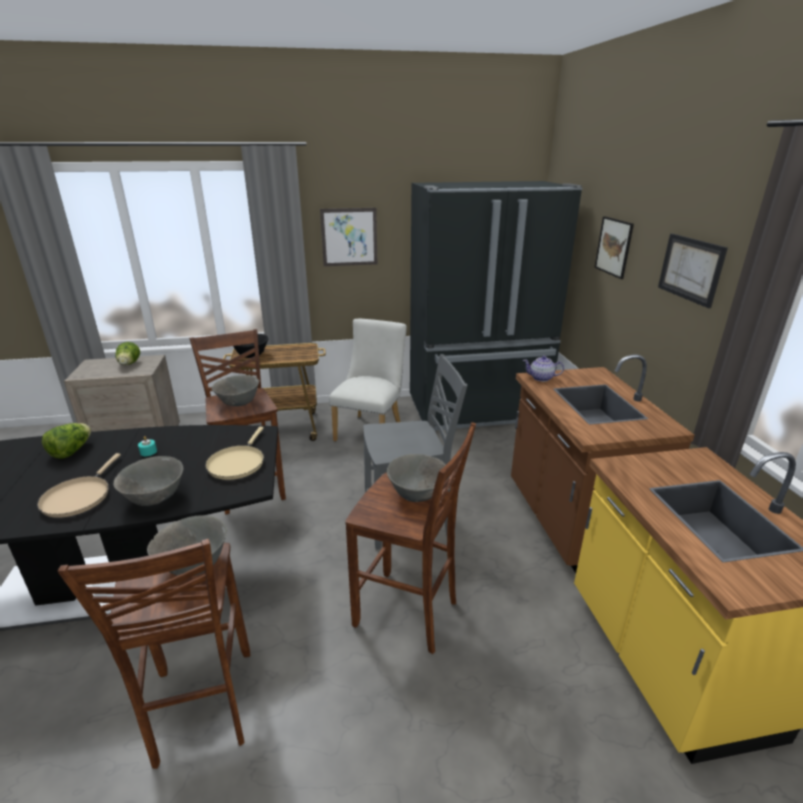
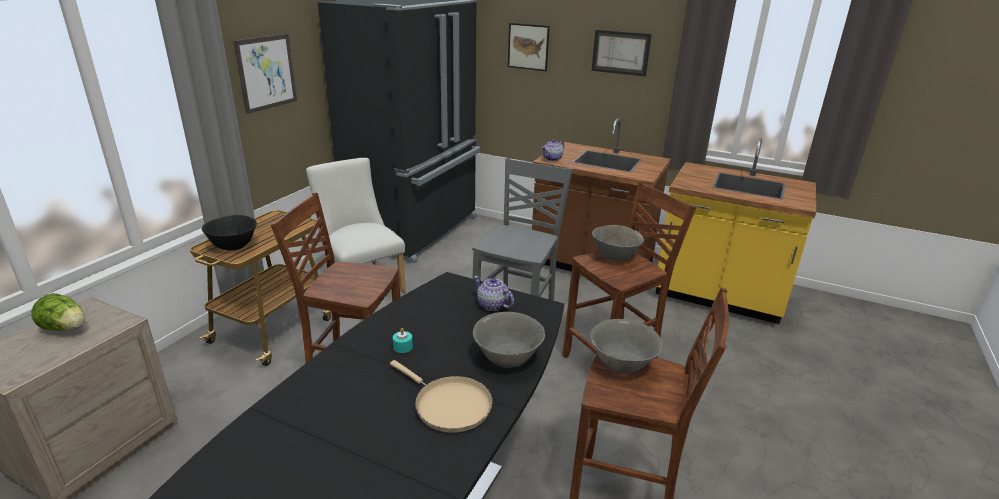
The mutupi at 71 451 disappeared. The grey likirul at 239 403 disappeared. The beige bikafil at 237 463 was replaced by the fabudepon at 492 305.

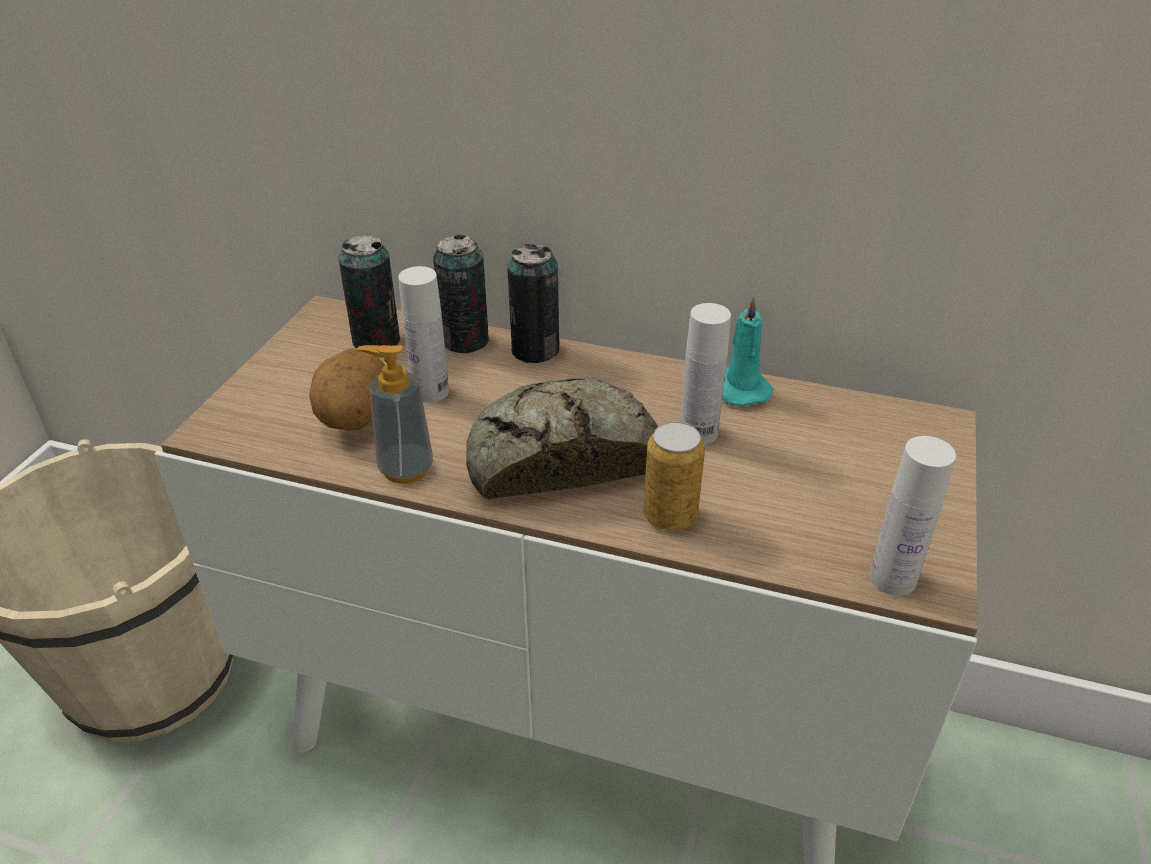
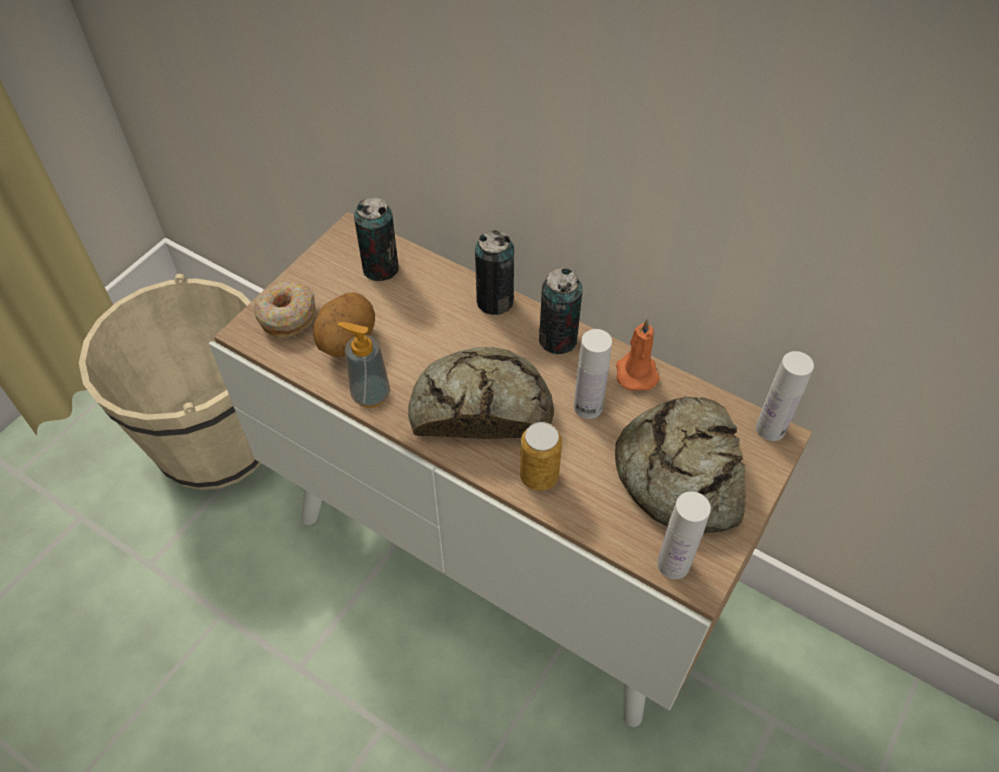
The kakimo at 287 316 appeared. The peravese at 680 473 appeared. The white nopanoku moved from 430 392 to 770 428. The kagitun moved from 465 341 to 558 340. The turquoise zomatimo at 739 389 became the orange zomatimo at 636 372.

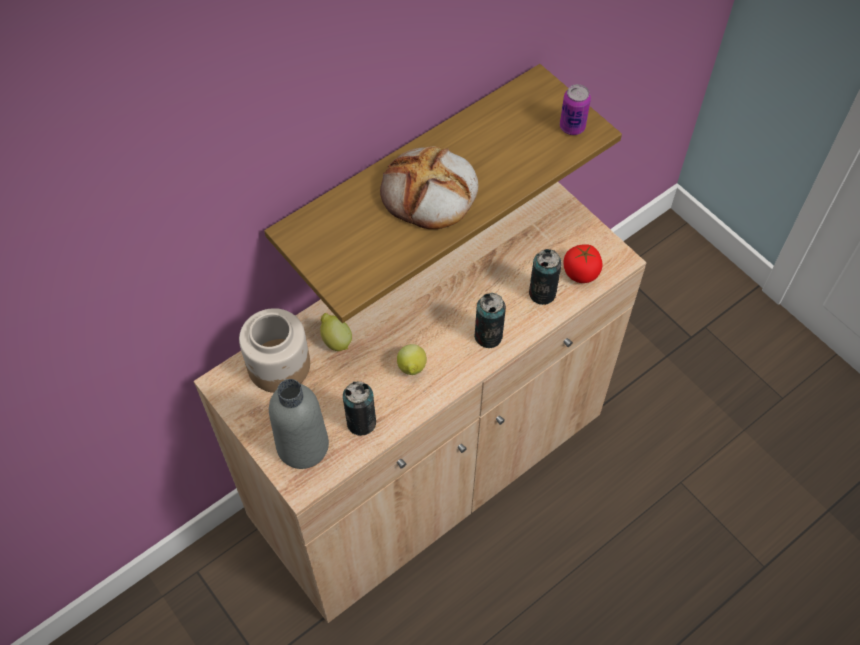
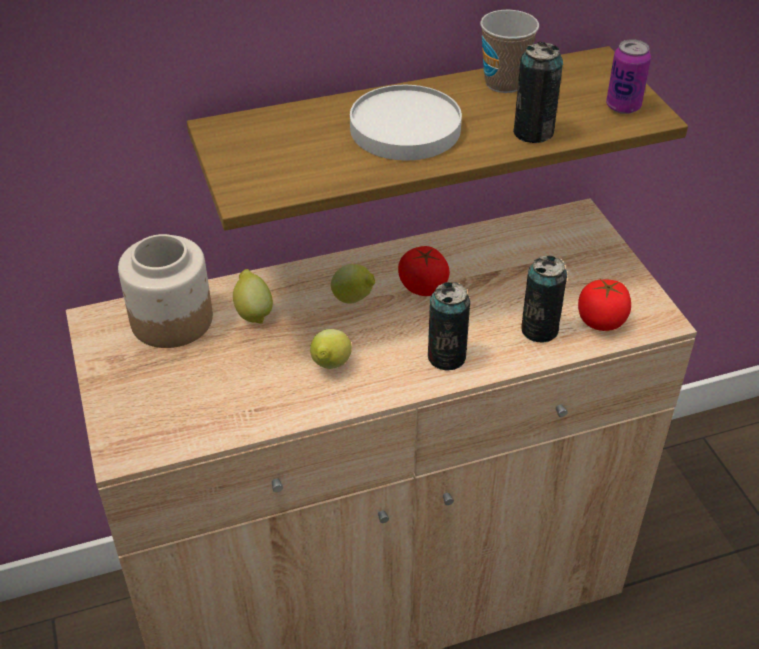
The grey nopanoku at 303 446 disappeared. The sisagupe at 354 300 appeared. The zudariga at 423 287 appeared. The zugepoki at 504 83 appeared. The kagitun moved from 361 422 to 533 132. The peravese at 430 193 was replaced by the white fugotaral at 406 129.

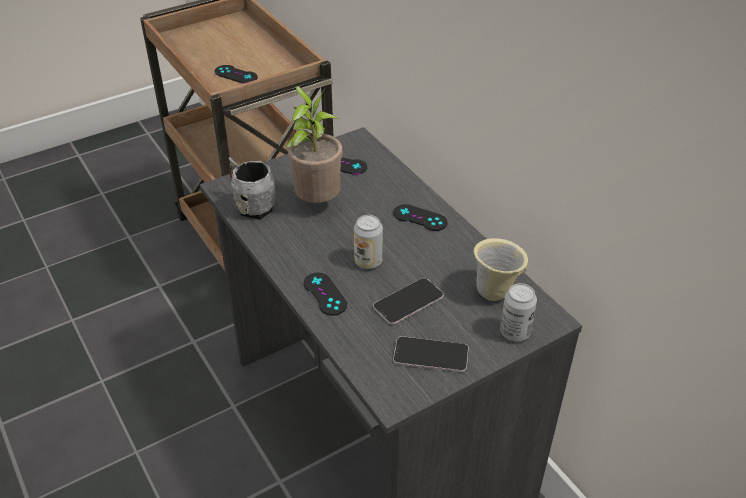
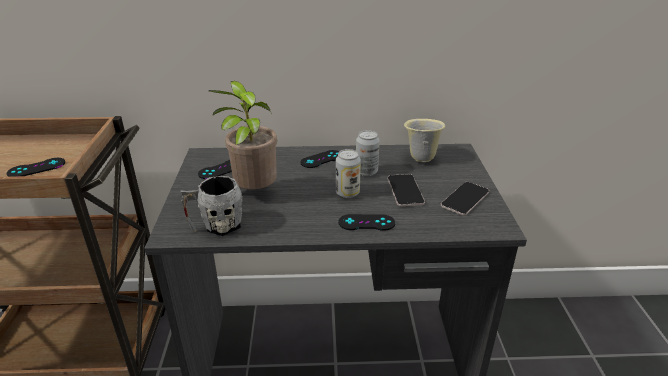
The kagitun moved from 515 332 to 366 172.

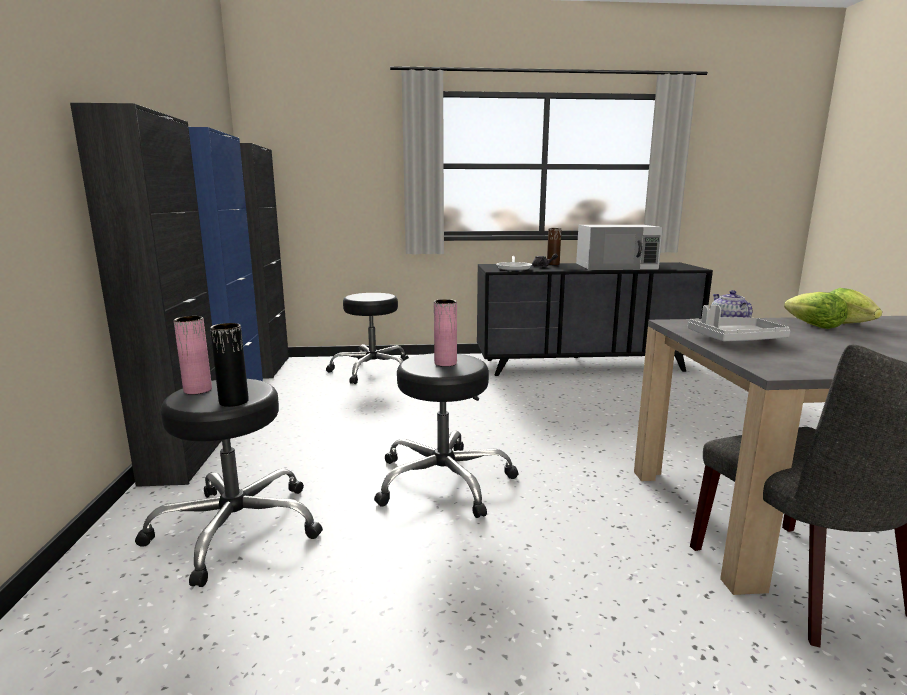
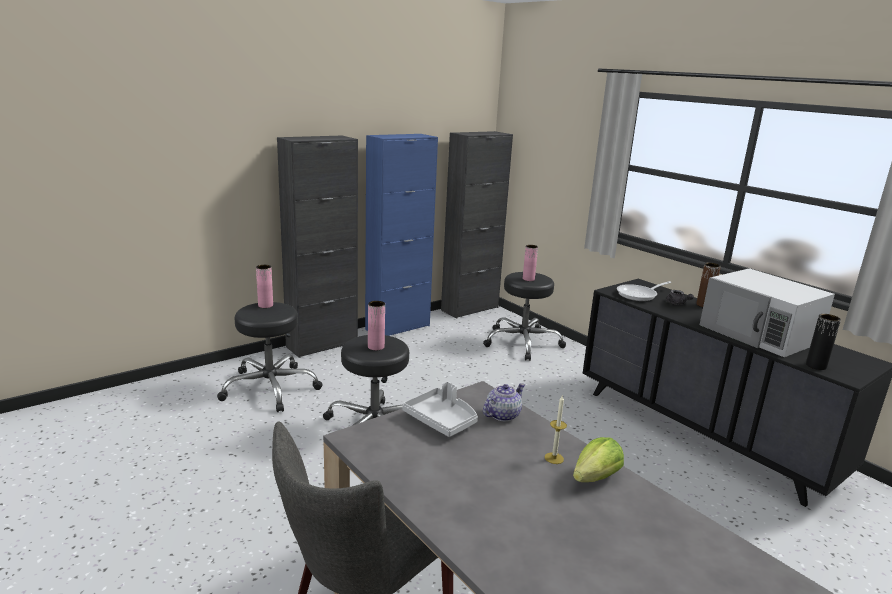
The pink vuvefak at 528 279 appeared. The black vuvefak moved from 234 401 to 816 366. The mutupi at 813 326 was replaced by the zomatimo at 554 458.

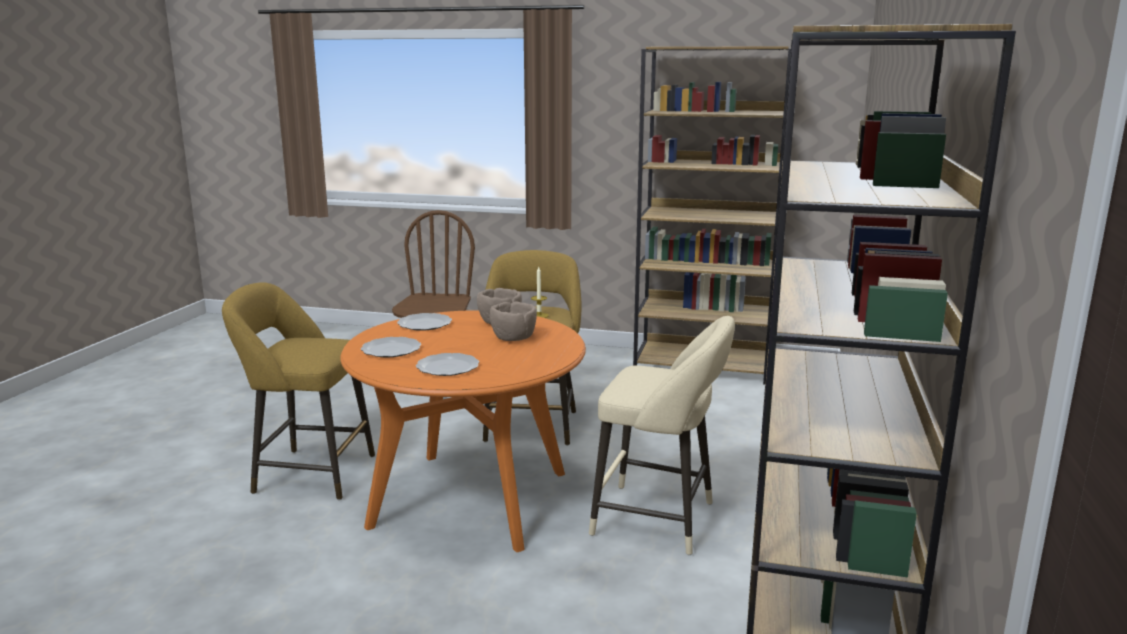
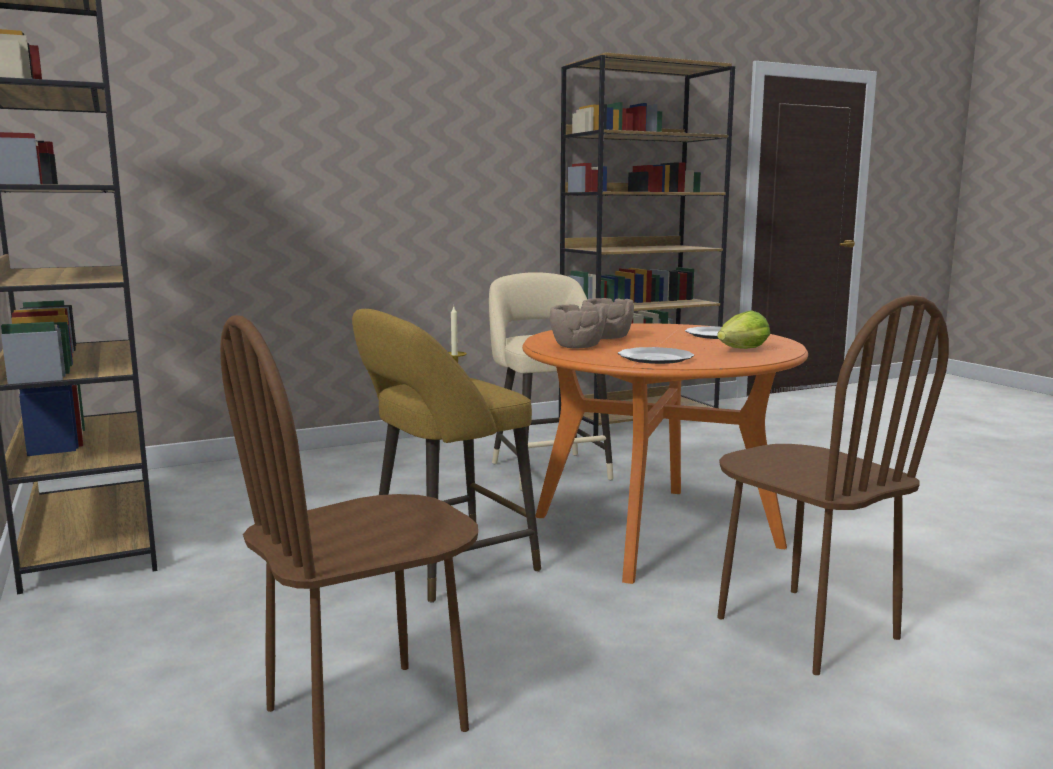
The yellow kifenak at 308 474 was replaced by the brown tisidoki at 805 628. The fugotaral at 390 350 was replaced by the mutupi at 742 350.

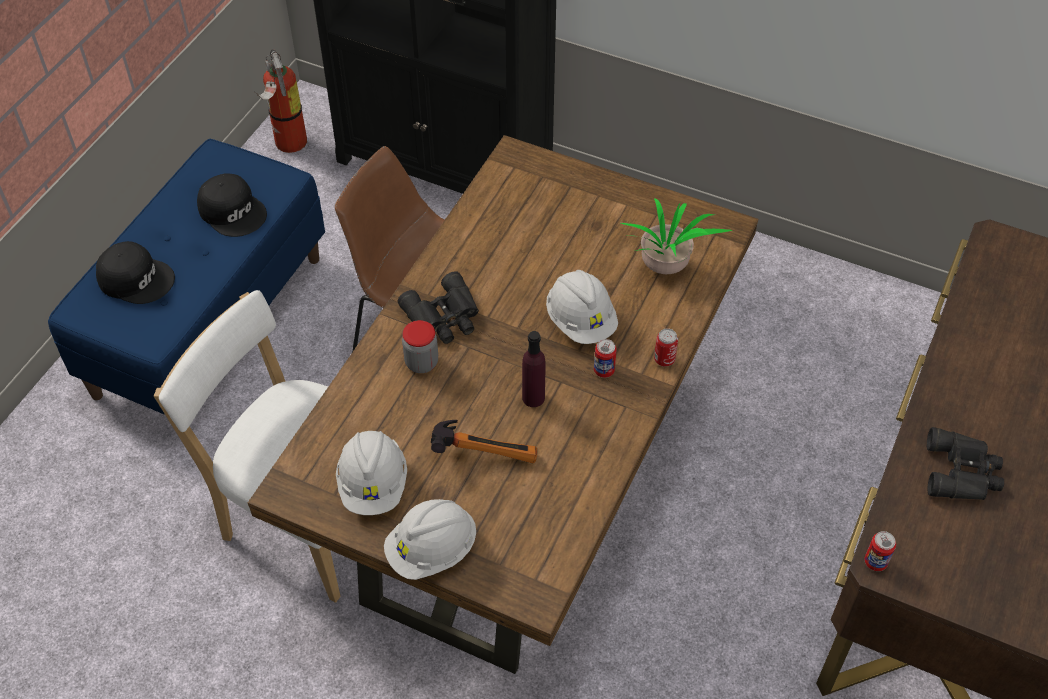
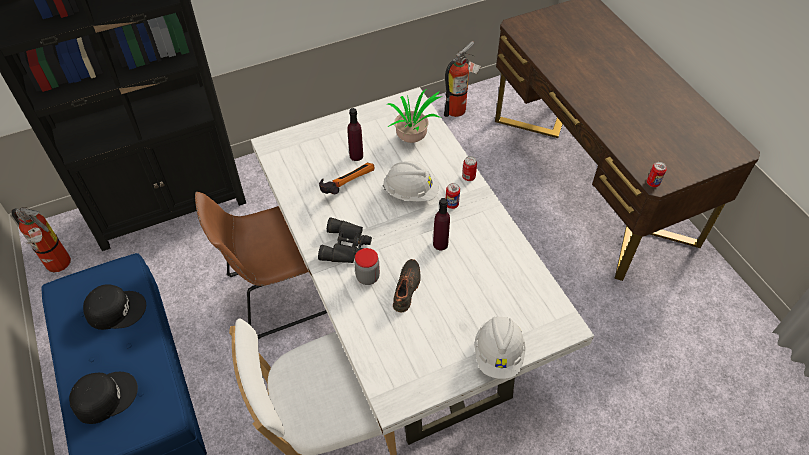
The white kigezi at 373 484 disappeared. The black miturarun at 963 472 disappeared. The purple nopanoku at 356 156 appeared. The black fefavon at 407 289 appeared. The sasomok at 459 109 appeared. The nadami moved from 484 450 to 346 183. The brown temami at 524 484 became the white temami at 405 315.

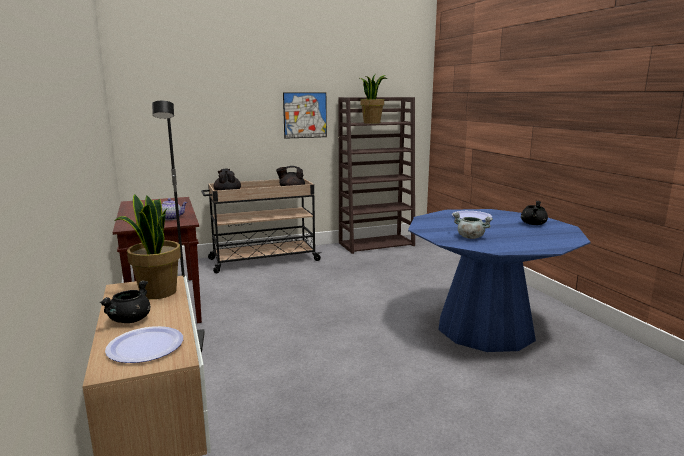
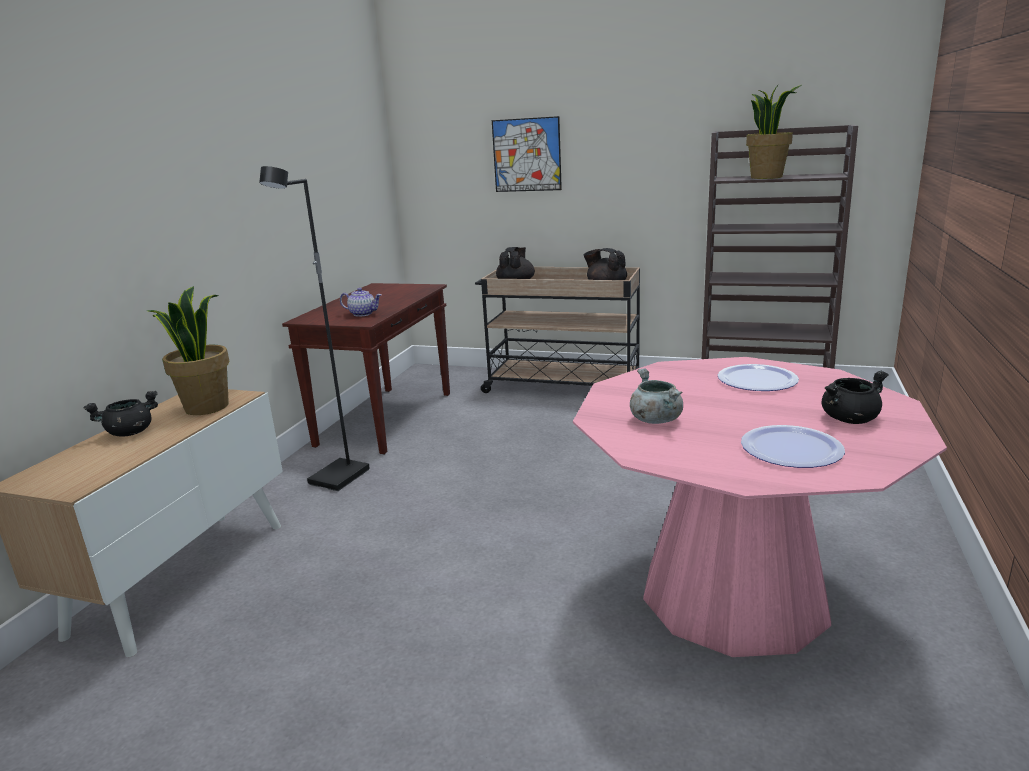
The fugotaral moved from 145 346 to 791 449. The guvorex moved from 305 115 to 526 155. The blue temami at 485 328 became the pink temami at 733 593.

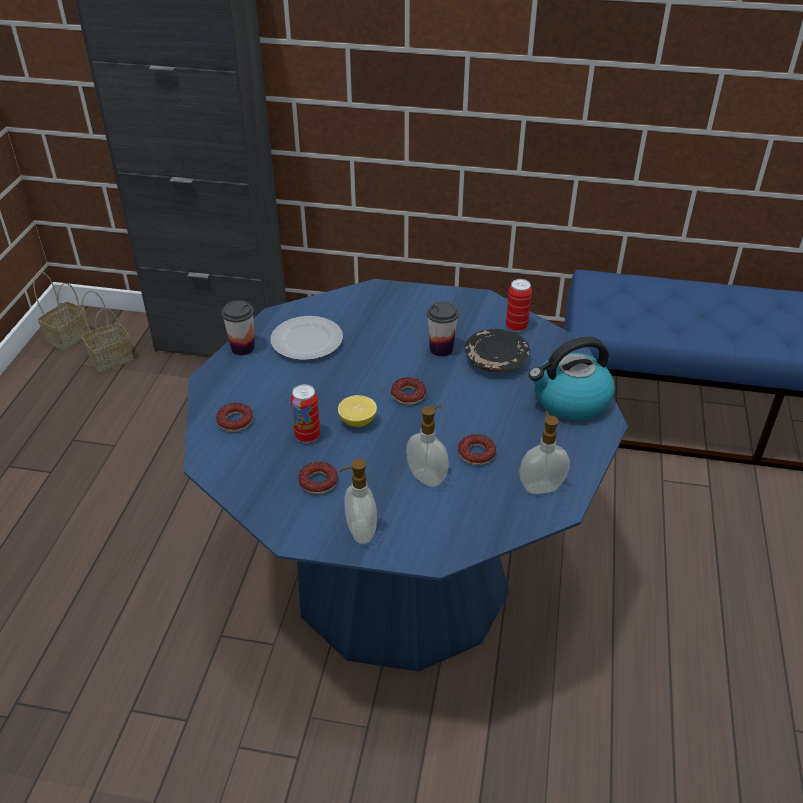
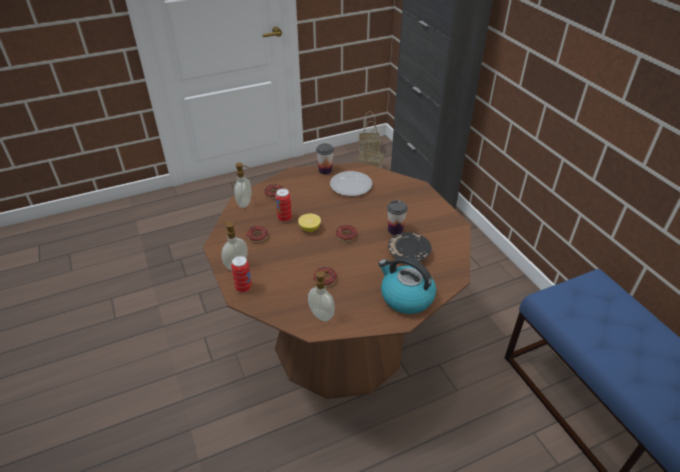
The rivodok moved from 427 477 to 245 203. The kagitun moved from 516 327 to 243 288. The blue temami at 401 577 became the brown temami at 340 342.

